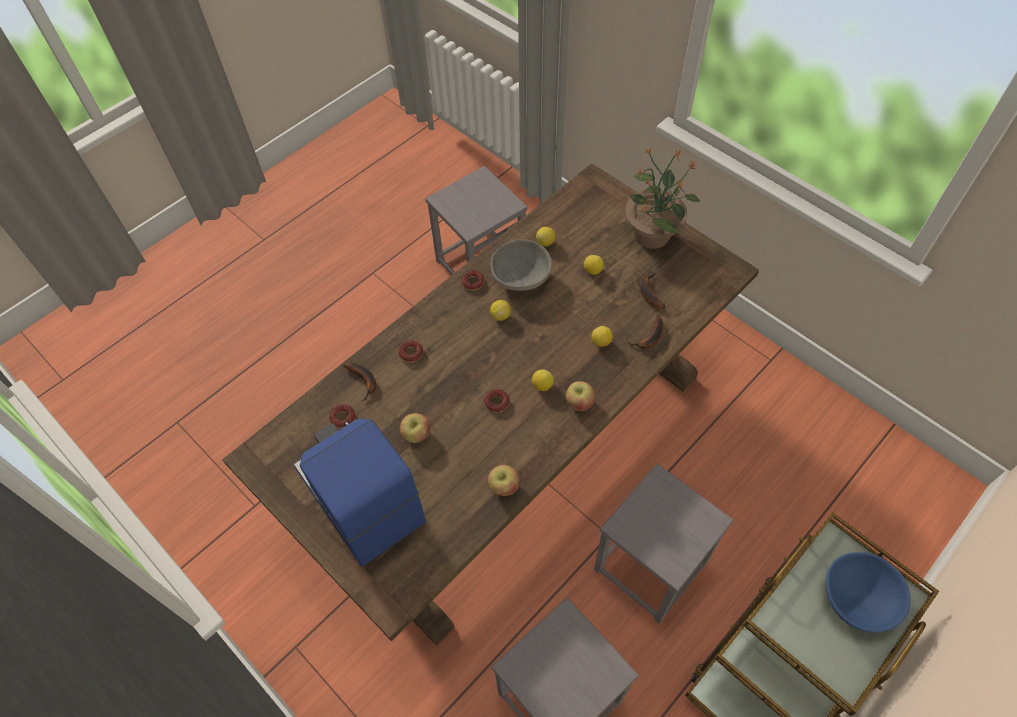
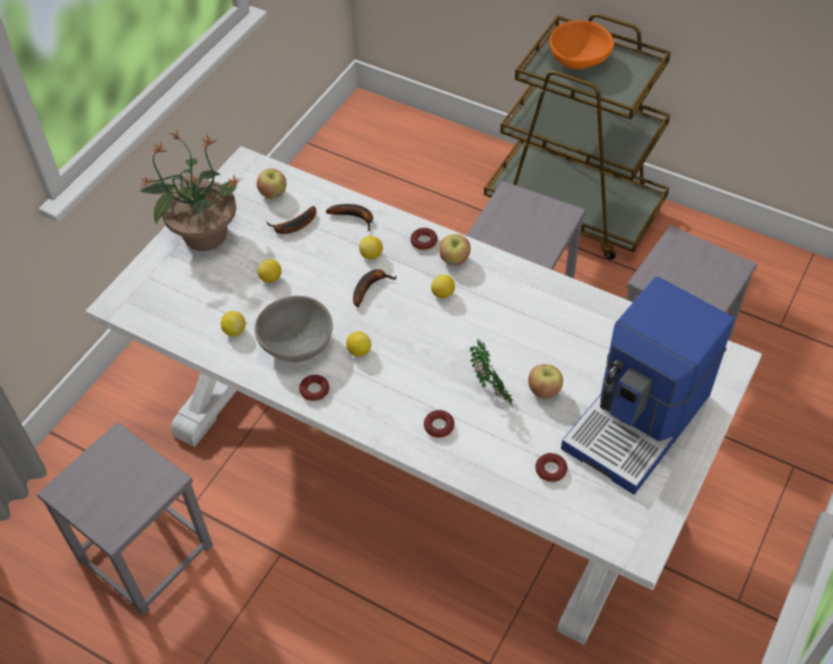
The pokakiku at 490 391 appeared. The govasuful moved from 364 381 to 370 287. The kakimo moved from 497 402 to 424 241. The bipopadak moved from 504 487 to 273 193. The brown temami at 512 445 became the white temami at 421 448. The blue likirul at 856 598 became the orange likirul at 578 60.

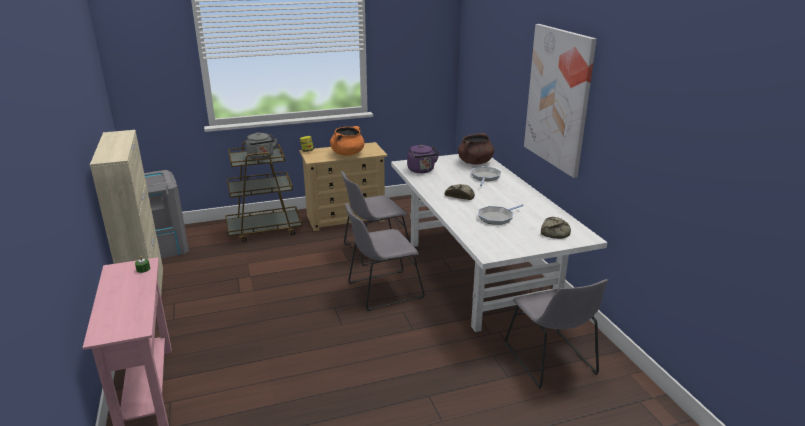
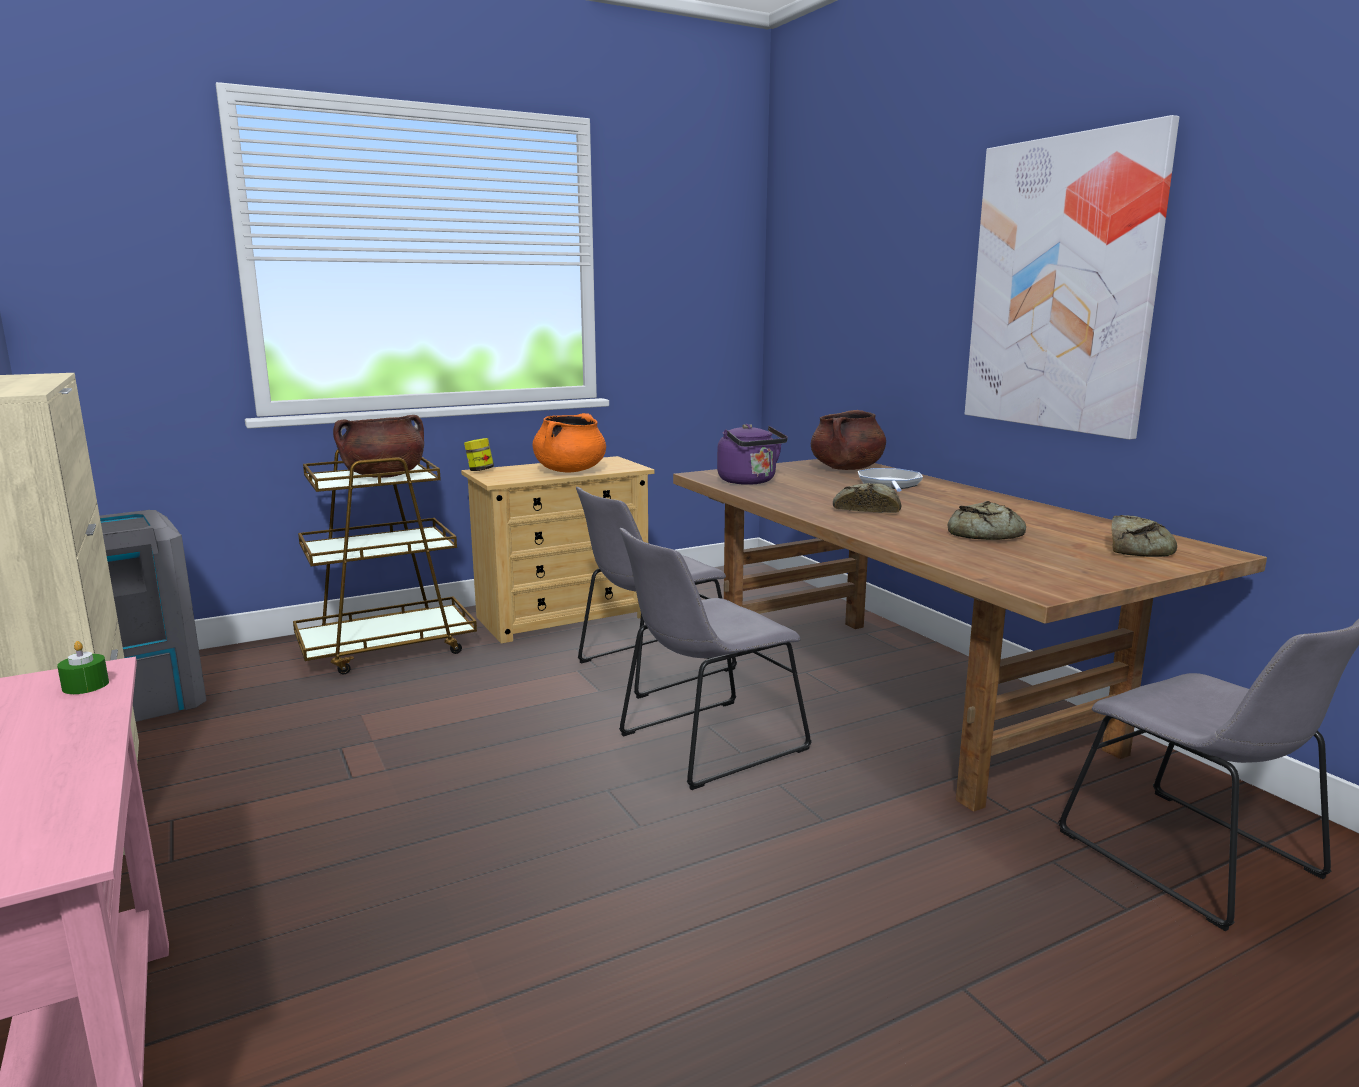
The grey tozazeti at 261 157 was replaced by the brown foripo at 384 476. The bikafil at 497 217 was replaced by the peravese at 983 534. The white temami at 478 276 became the brown temami at 902 697.

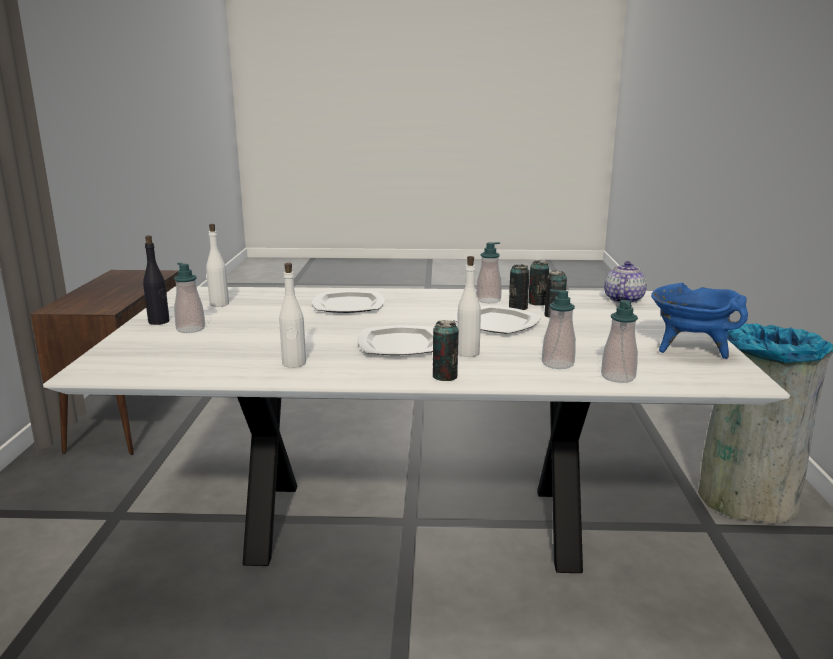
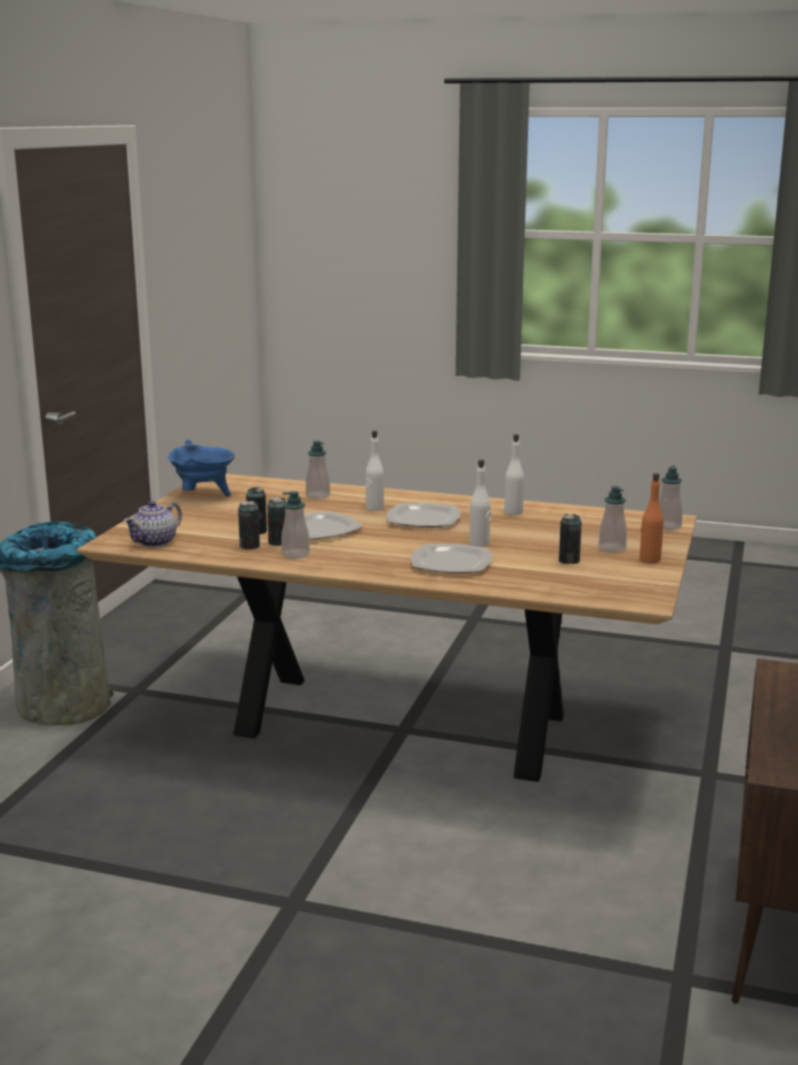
The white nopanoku moved from 219 304 to 479 543. The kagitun moved from 445 376 to 569 561. The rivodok moved from 618 377 to 668 527. The white temami at 416 525 became the brown temami at 399 725. The black nopanoku at 159 322 became the orange nopanoku at 649 559.

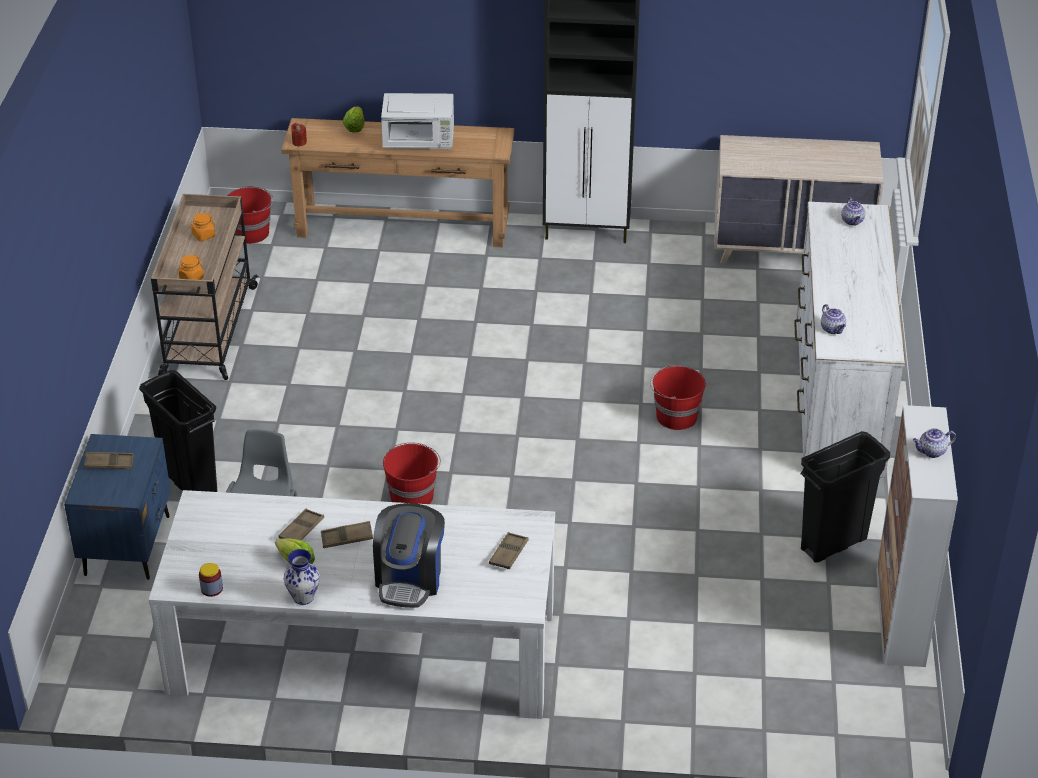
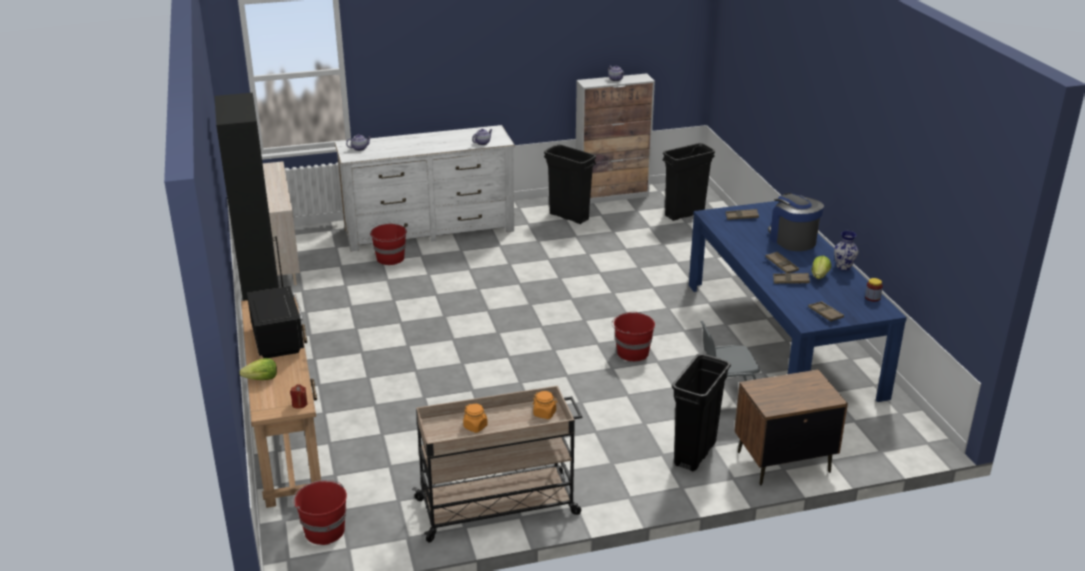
The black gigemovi at 684 214 appeared. The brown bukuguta moved from 109 463 to 825 314. The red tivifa moved from 675 416 to 390 258. The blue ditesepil at 128 545 became the brown ditesepil at 782 462. The white temami at 363 649 became the blue temami at 781 338. The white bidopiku at 419 141 became the black bidopiku at 278 340. The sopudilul at 409 578 turned 105 degrees counterclockwise.

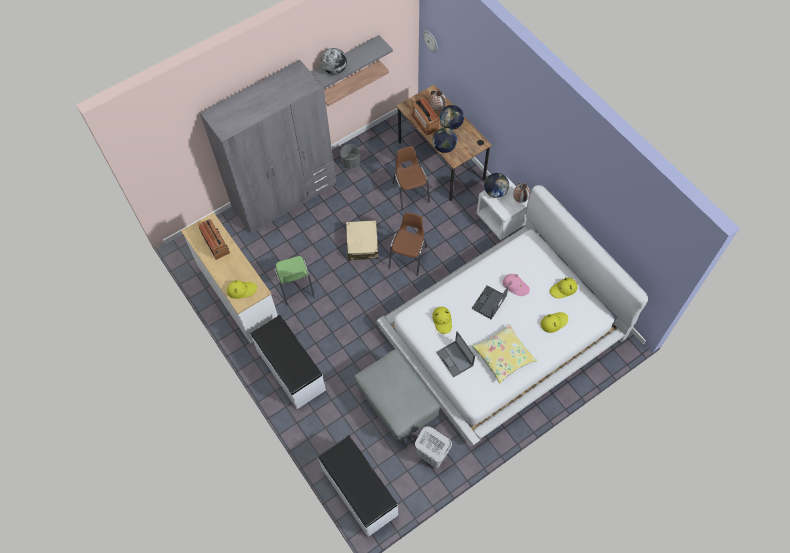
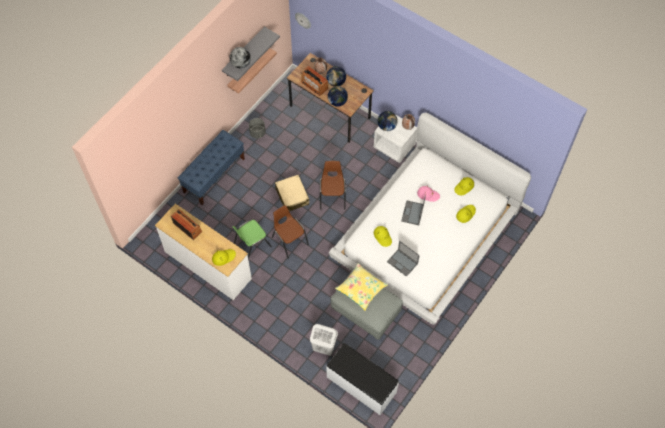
The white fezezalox at 290 370 disappeared. The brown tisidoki moved from 410 192 to 289 240. The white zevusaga moved from 431 455 to 323 347. The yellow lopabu moved from 503 356 to 361 289. The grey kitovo at 285 196 was replaced by the blue fezezalox at 214 175. The green tisidoki at 295 287 turned 90 degrees clockwise.

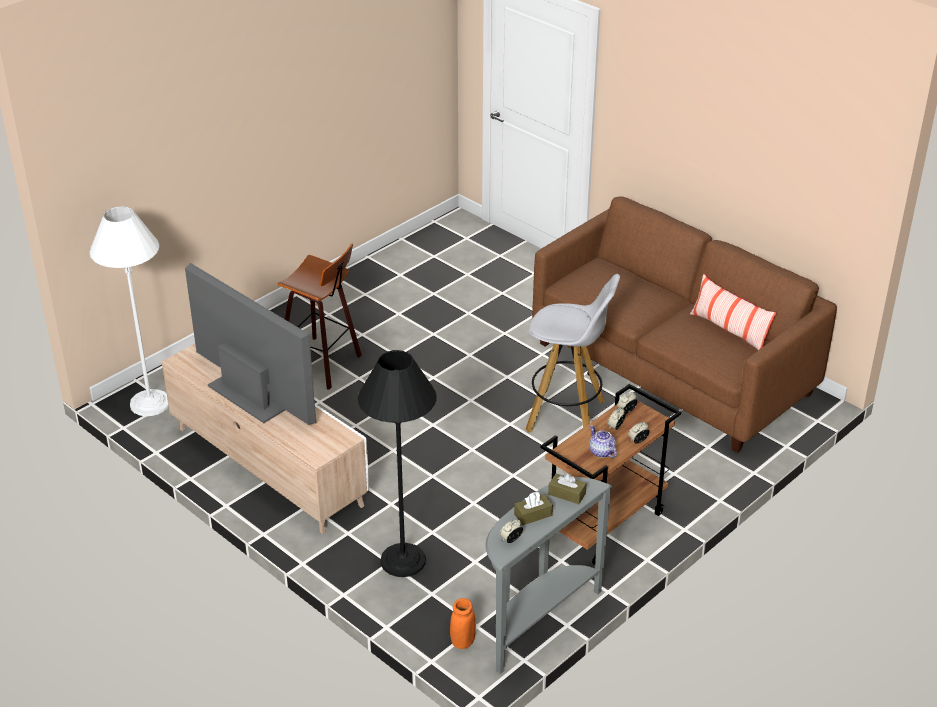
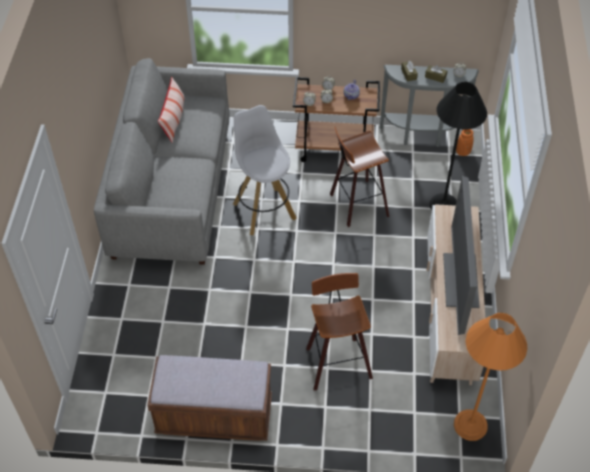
The brown fezezalox at 214 416 appeared. The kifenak at 356 204 appeared. The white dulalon at 150 403 became the orange dulalon at 470 425. The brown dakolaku at 673 368 became the grey dakolaku at 172 190.

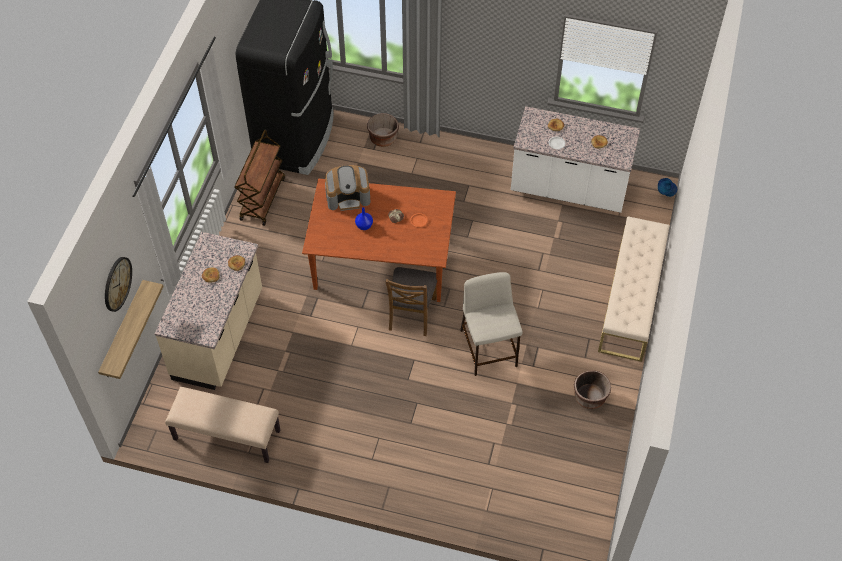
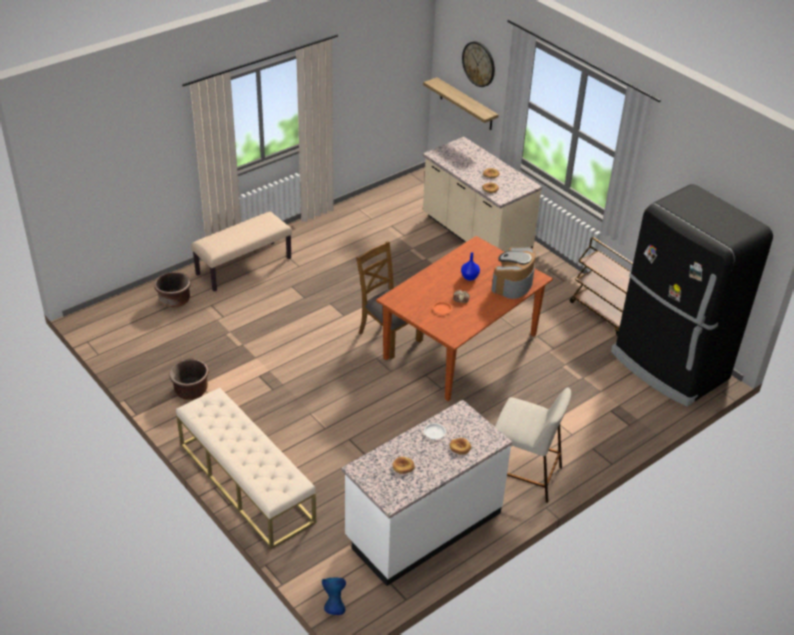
The beige fezezalox moved from 226 435 to 244 266. The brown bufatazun moved from 383 138 to 174 300. The beige kifenak moved from 489 349 to 523 474.

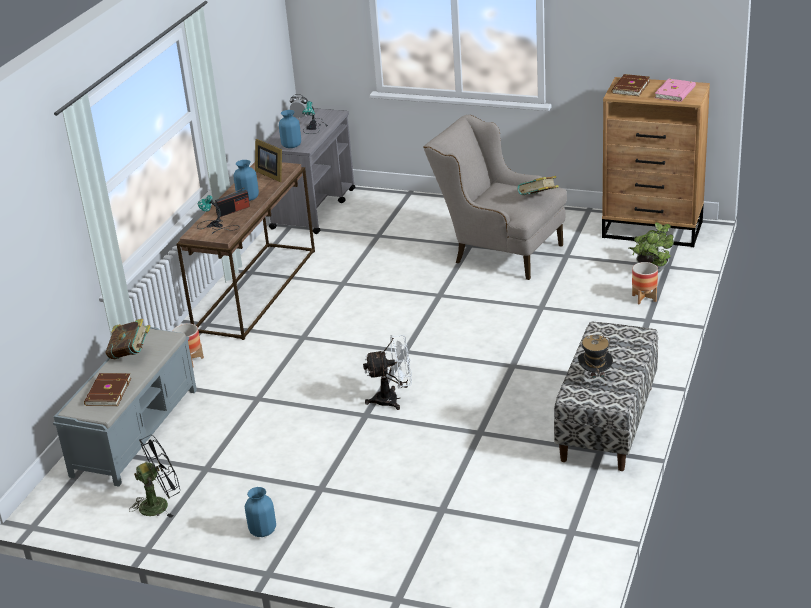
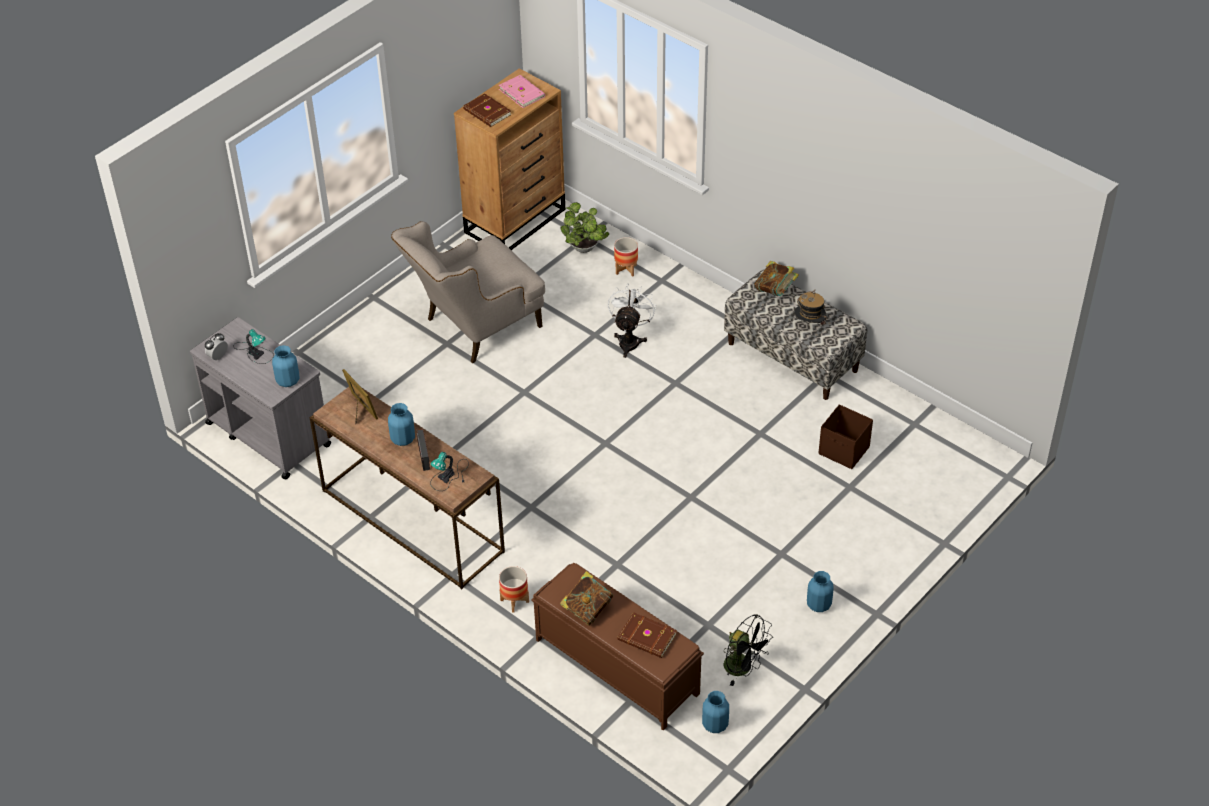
The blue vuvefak at 715 724 appeared. The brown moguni at 844 451 appeared. The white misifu moved from 393 399 to 630 340. The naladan moved from 538 199 to 775 290. The grey fezezalox at 136 431 became the brown fezezalox at 615 666. The black misifu at 160 504 turned 135 degrees clockwise. The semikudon at 271 174 turned 105 degrees counterclockwise.

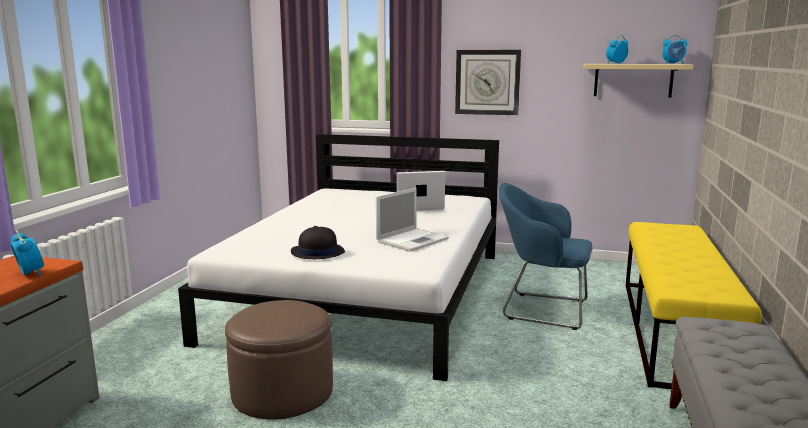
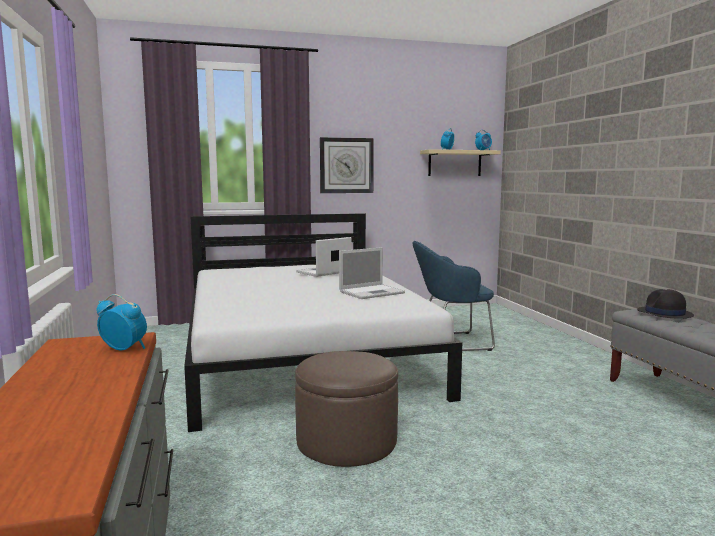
The yellow fezezalox at 674 331 disappeared. The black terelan moved from 317 252 to 664 313. The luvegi at 413 240 turned 45 degrees clockwise.

